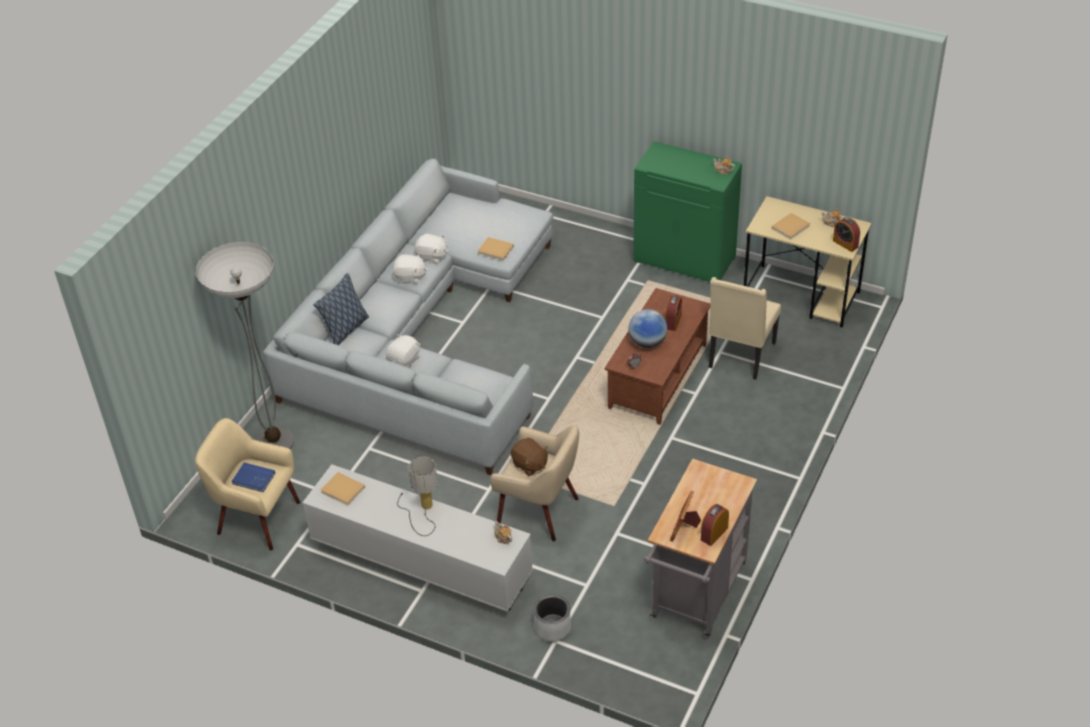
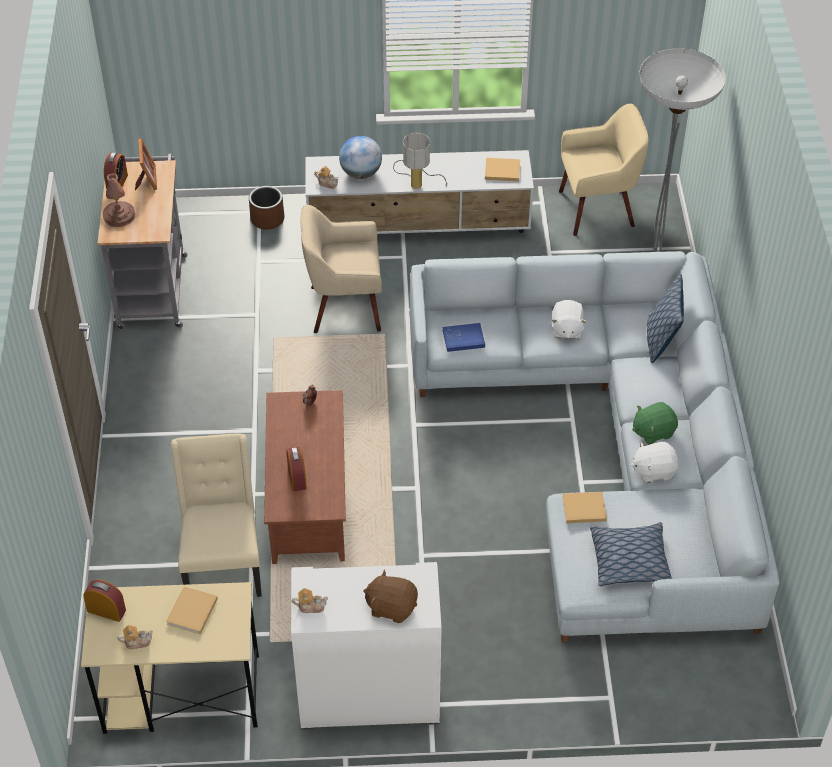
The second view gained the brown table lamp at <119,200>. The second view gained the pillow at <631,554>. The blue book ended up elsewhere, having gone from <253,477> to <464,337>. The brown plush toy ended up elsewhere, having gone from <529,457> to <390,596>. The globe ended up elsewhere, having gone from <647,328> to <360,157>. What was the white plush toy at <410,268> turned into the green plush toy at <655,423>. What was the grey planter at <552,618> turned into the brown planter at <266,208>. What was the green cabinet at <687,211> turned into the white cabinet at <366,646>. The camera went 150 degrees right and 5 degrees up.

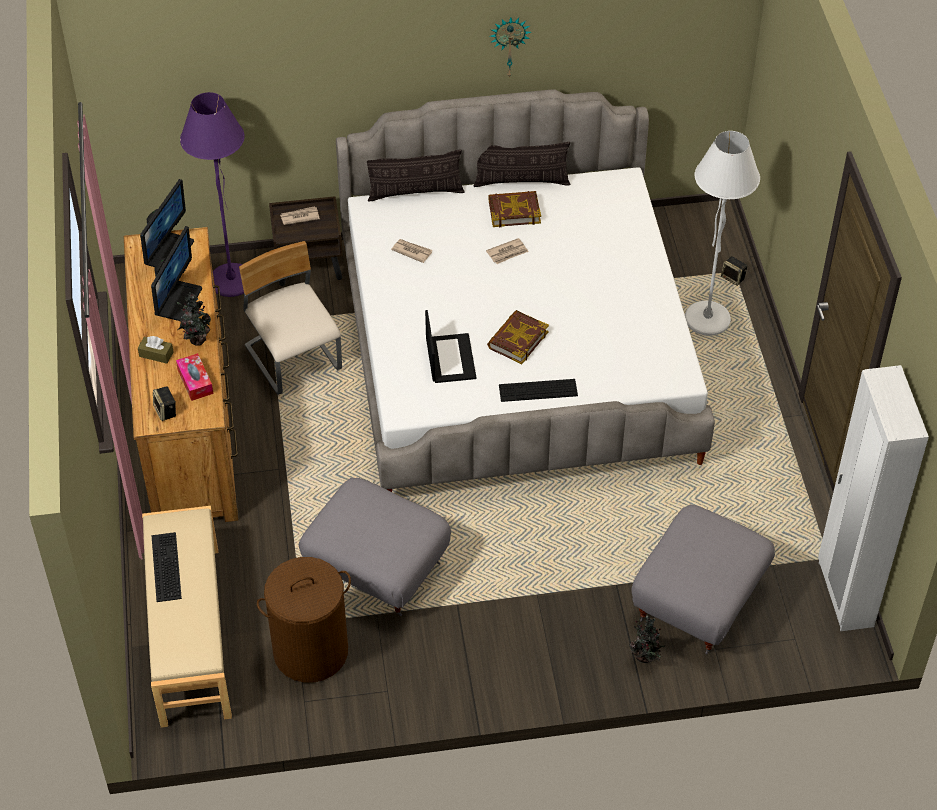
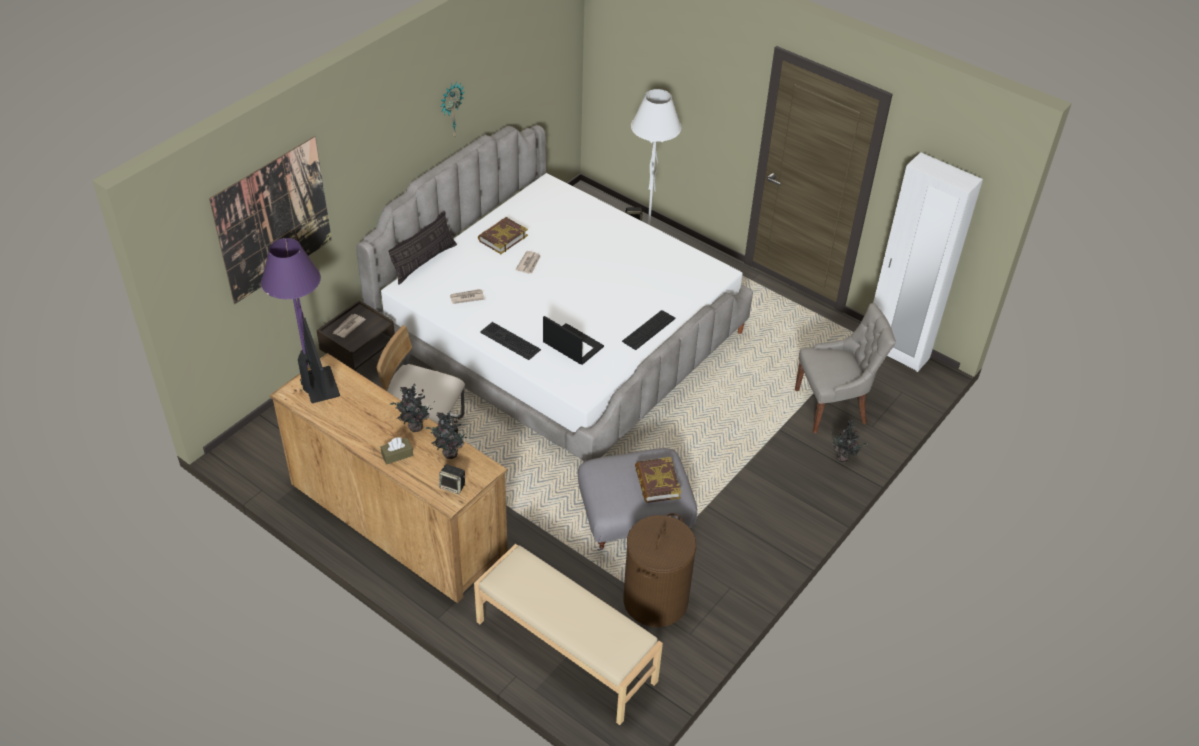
The second view lost the monitor at <176,273>. The second view lost the pillow at <521,164>. The second view gained the picture at <270,220>. The keyboard ended up elsewhere, having gone from <166,567> to <510,341>. The book ended up elsewhere, having gone from <518,337> to <658,480>. Where the tissue box stood at <194,377>, the potted plant came to stand at <447,435>. Where the grey ottoman stood at <703,580>, the grey chair came to stand at <845,368>. The camera went 45 degrees left and 5 degrees down.

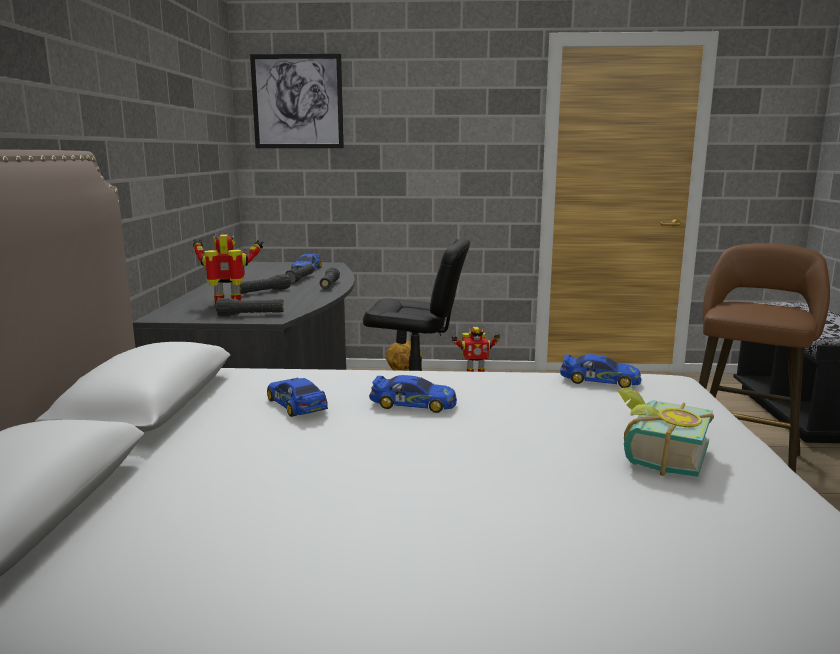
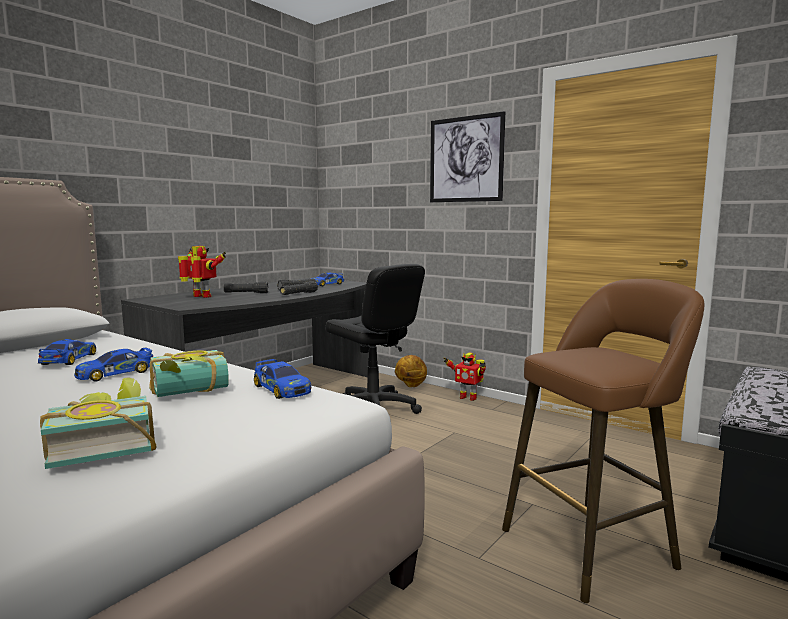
The second view lost the black flashlight at <250,307>. The second view gained the book at <189,373>. The picture ended up elsewhere, having gone from <297,101> to <467,156>. The toy car at <413,394> ended up facing another way, 90 degrees clockwise from before. The camera went 35 degrees right and 5 degrees down.

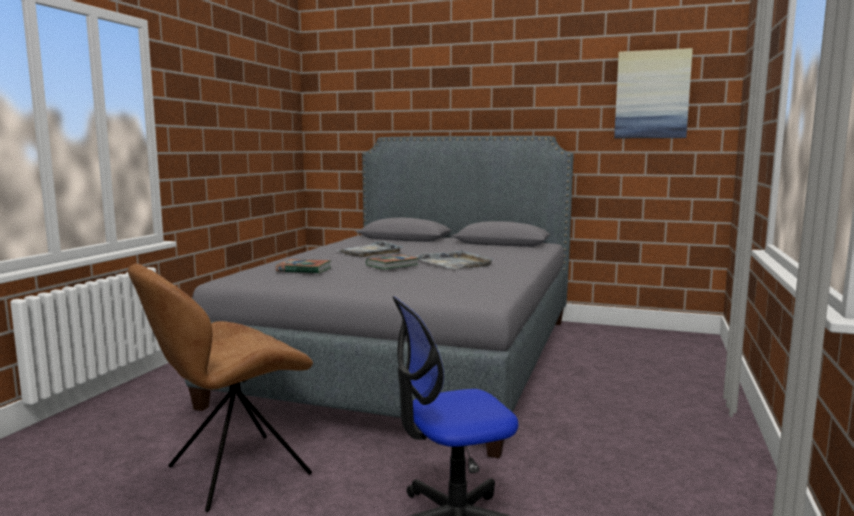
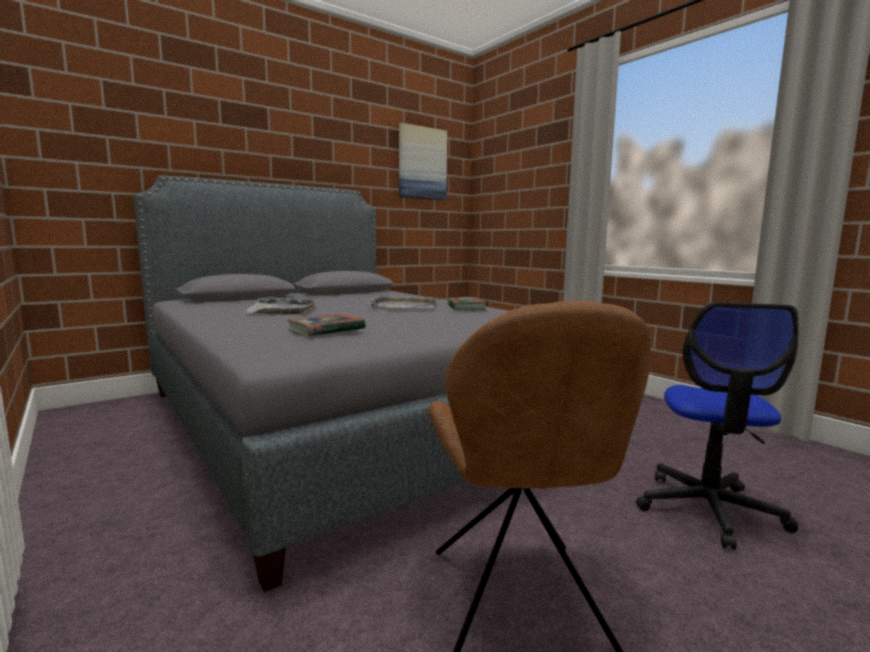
The book ended up elsewhere, having gone from <392,262> to <467,303>. The camera went 55 degrees left and 0 degrees up.

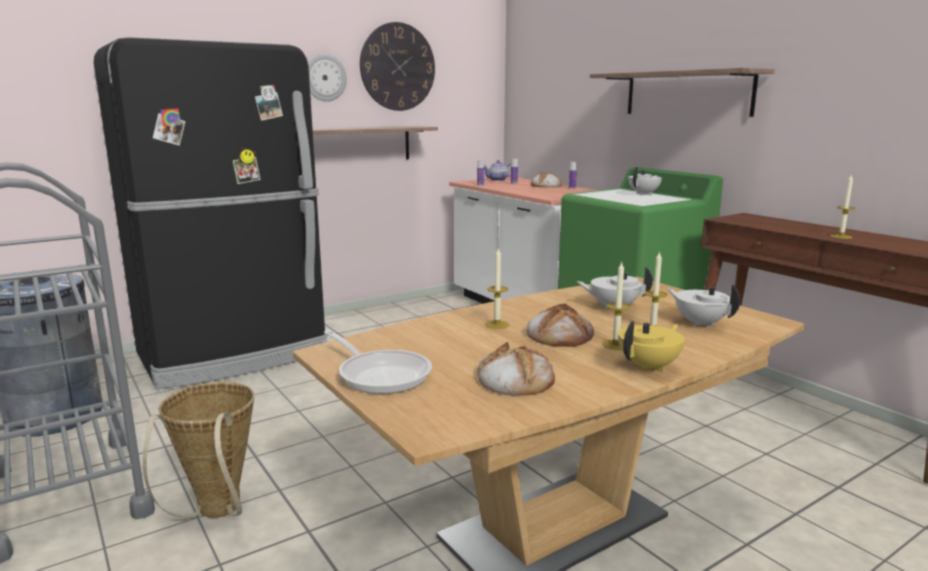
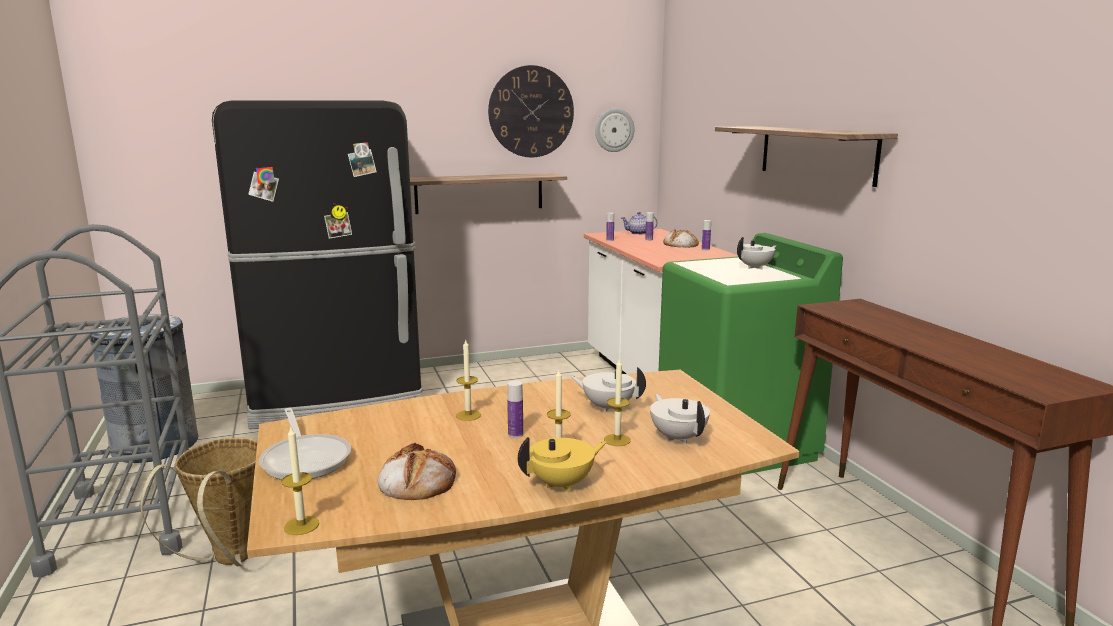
The wall clock ended up elsewhere, having gone from <327,78> to <614,130>. The candle ended up elsewhere, having gone from <843,206> to <300,481>. Where the bread stood at <560,325>, the bottle came to stand at <515,409>. The camera went 15 degrees right and 0 degrees up.

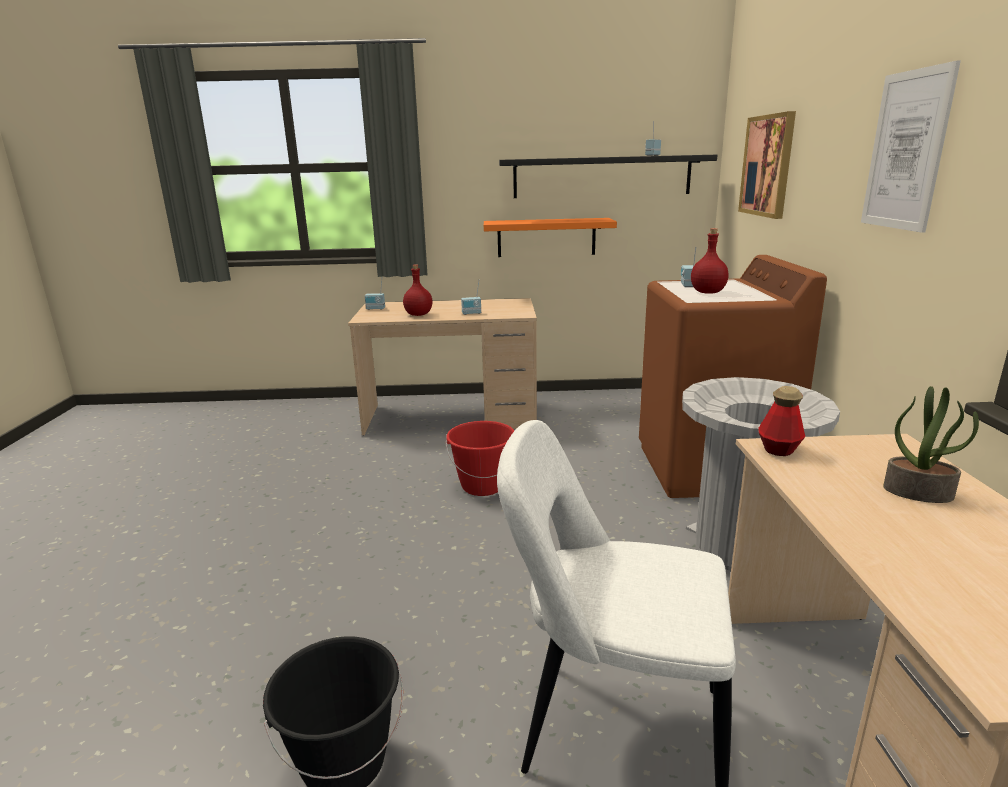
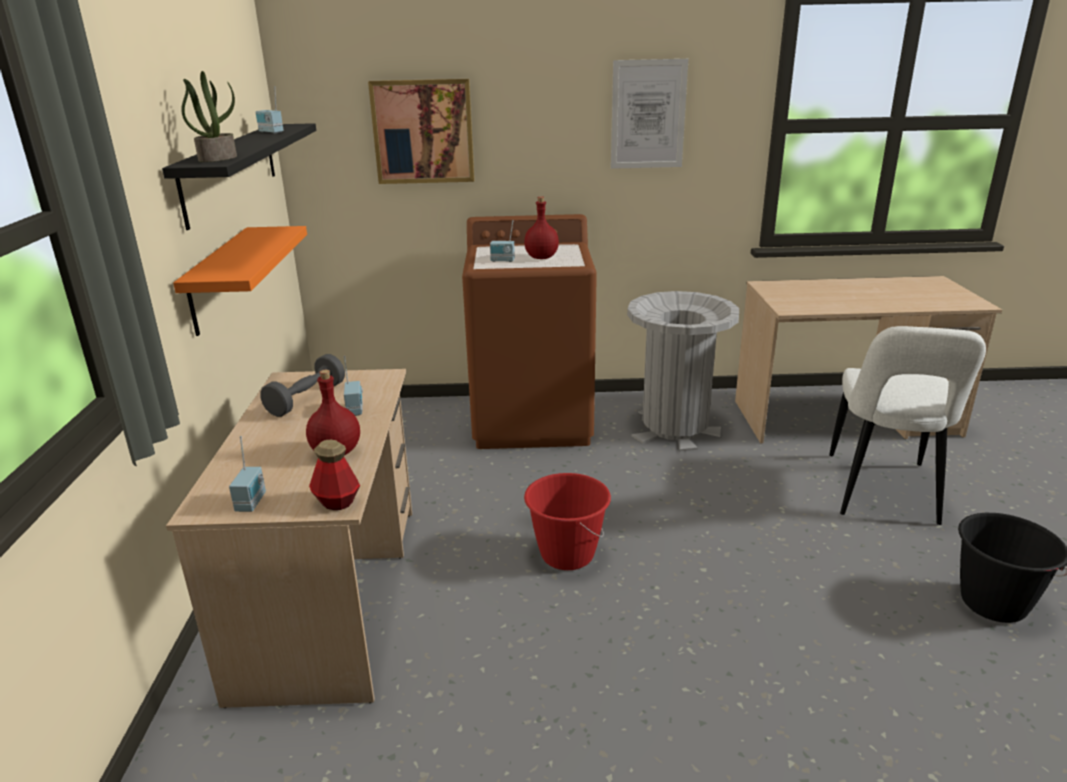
The second view gained the grey dumbbell at <302,385>. The bottle ended up elsewhere, having gone from <781,421> to <334,475>. The potted plant ended up elsewhere, having gone from <931,444> to <209,116>. The camera went 90 degrees left and 5 degrees up.

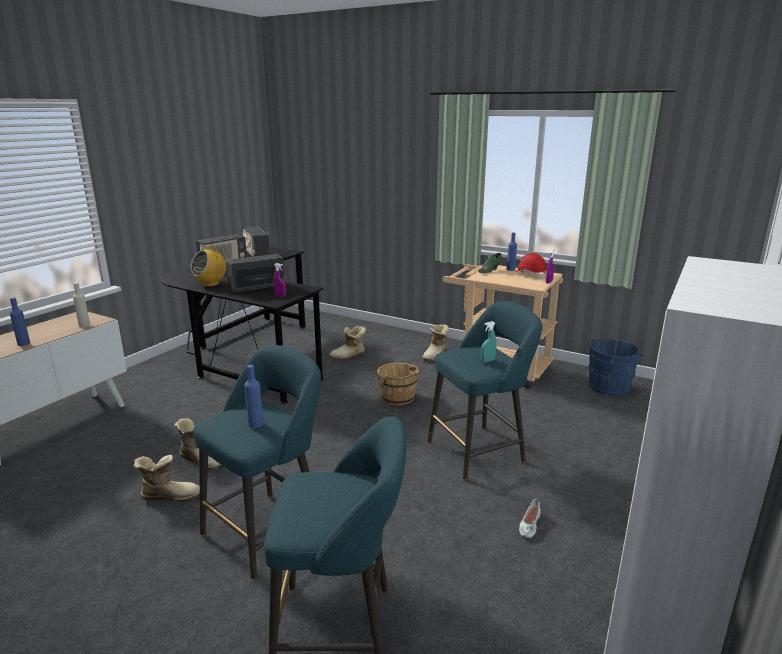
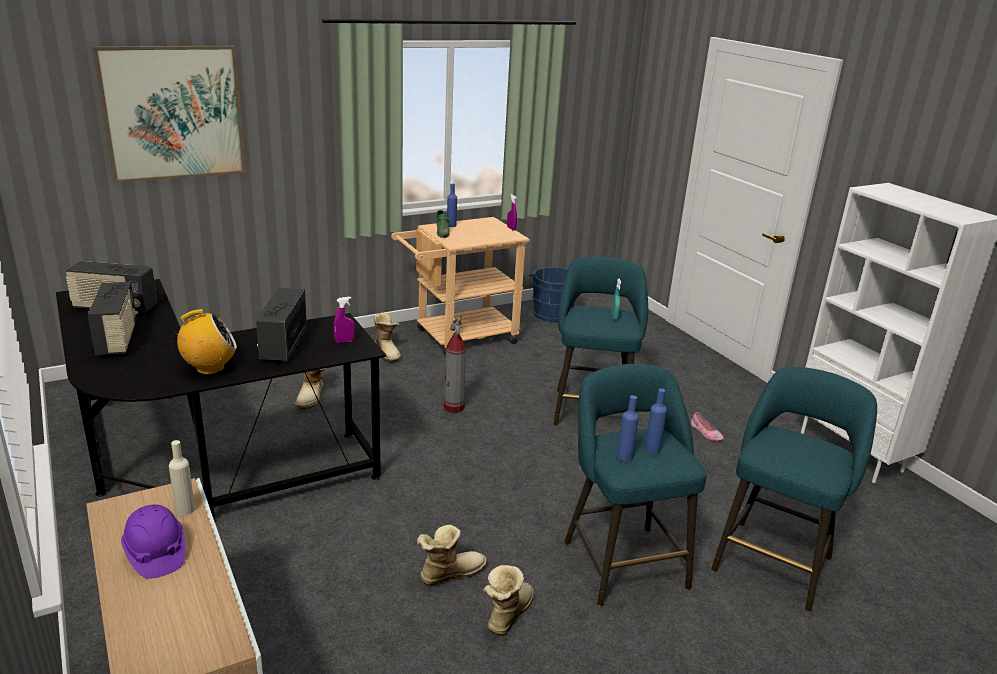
The second view lost the red hard hat at <531,265>. The second view gained the picture at <169,114>. The second view gained the purple hard hat at <153,542>. The blue bottle ended up elsewhere, having gone from <20,321> to <628,428>. Where the brown bucket stood at <398,384>, the fire extinguisher came to stand at <455,364>. What was the white shoe at <530,518> turned into the pink shoe at <707,426>. The radio at <208,266> ended up facing another way, 90 degrees counterclockwise from before. The camera went 60 degrees left and 5 degrees up.

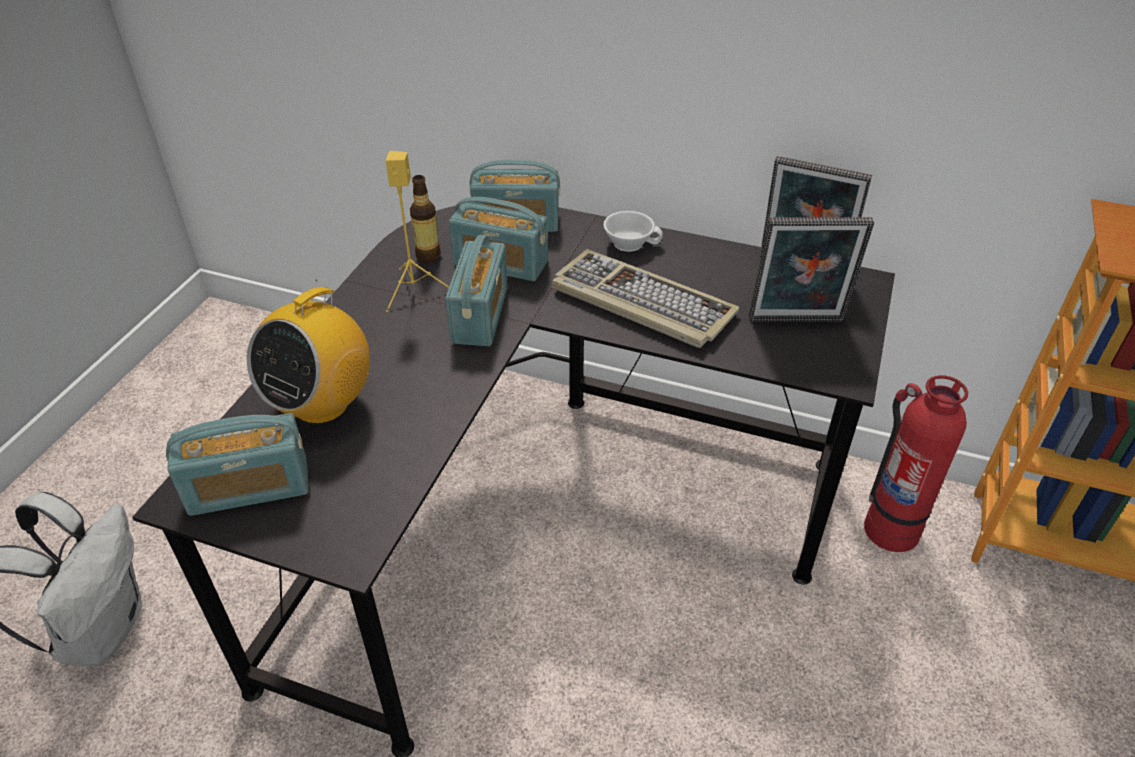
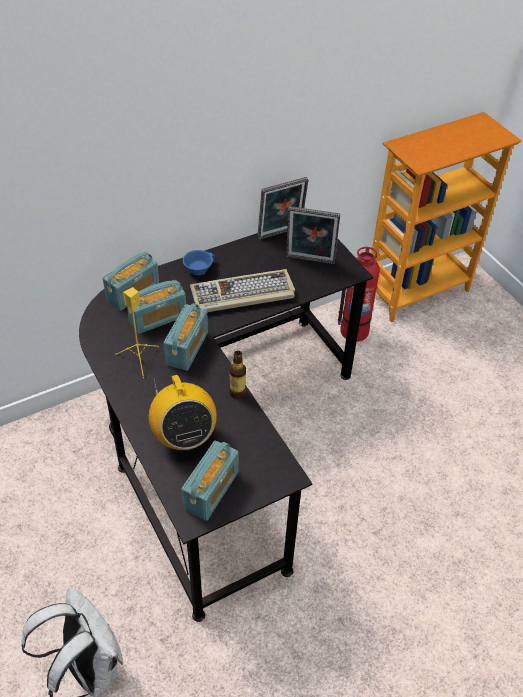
The bottle ended up elsewhere, having gone from <425,219> to <237,375>. What was the white cup at <633,231> turned into the blue cup at <199,262>. The radio at <476,290> ended up facing another way, 60 degrees clockwise from before. The picture frame at <811,269> ended up facing another way, 60 degrees clockwise from before. The camera went 50 degrees left and 5 degrees up.

